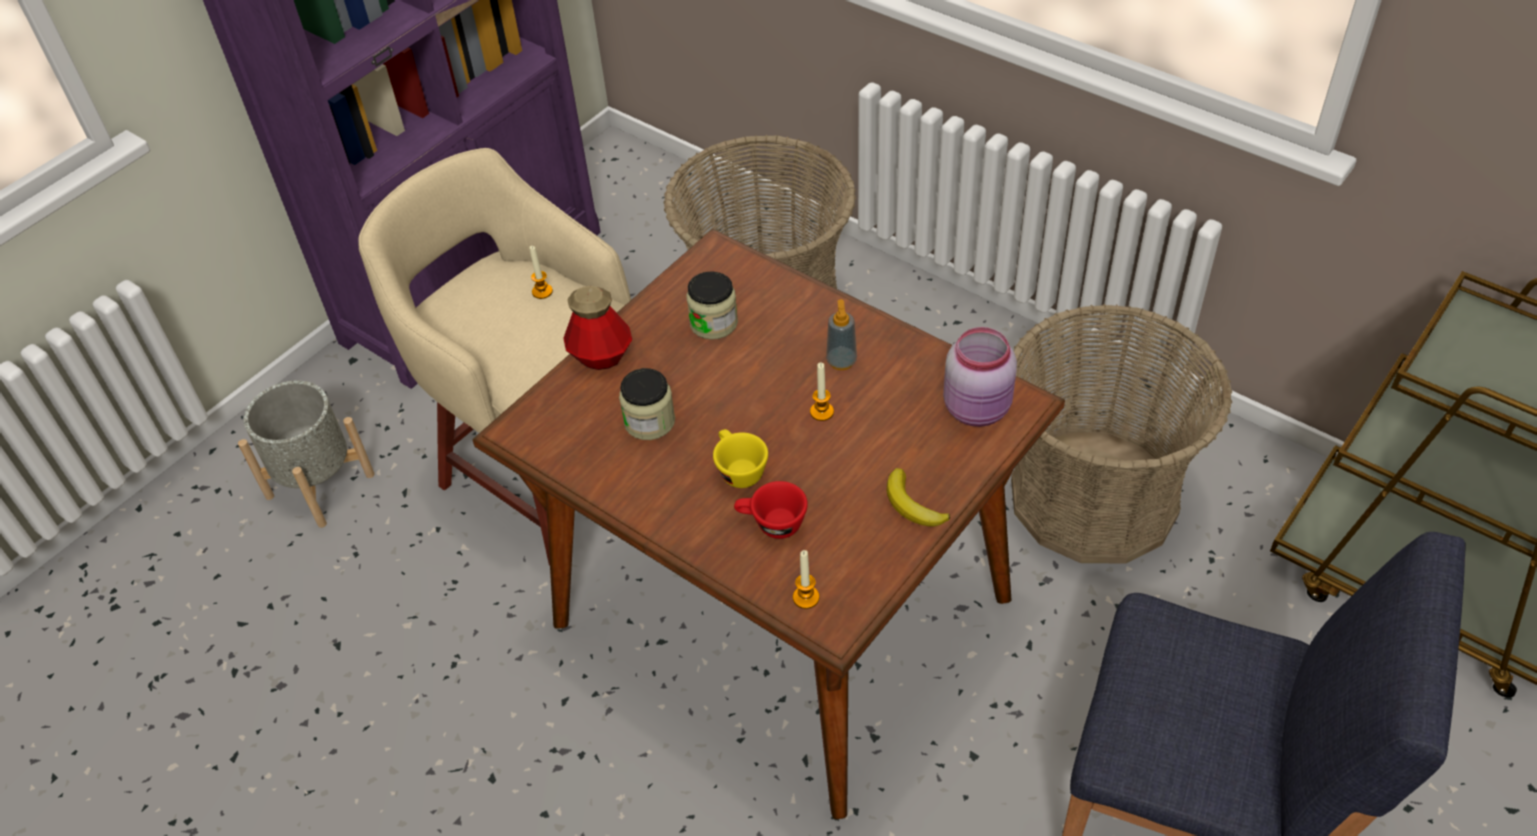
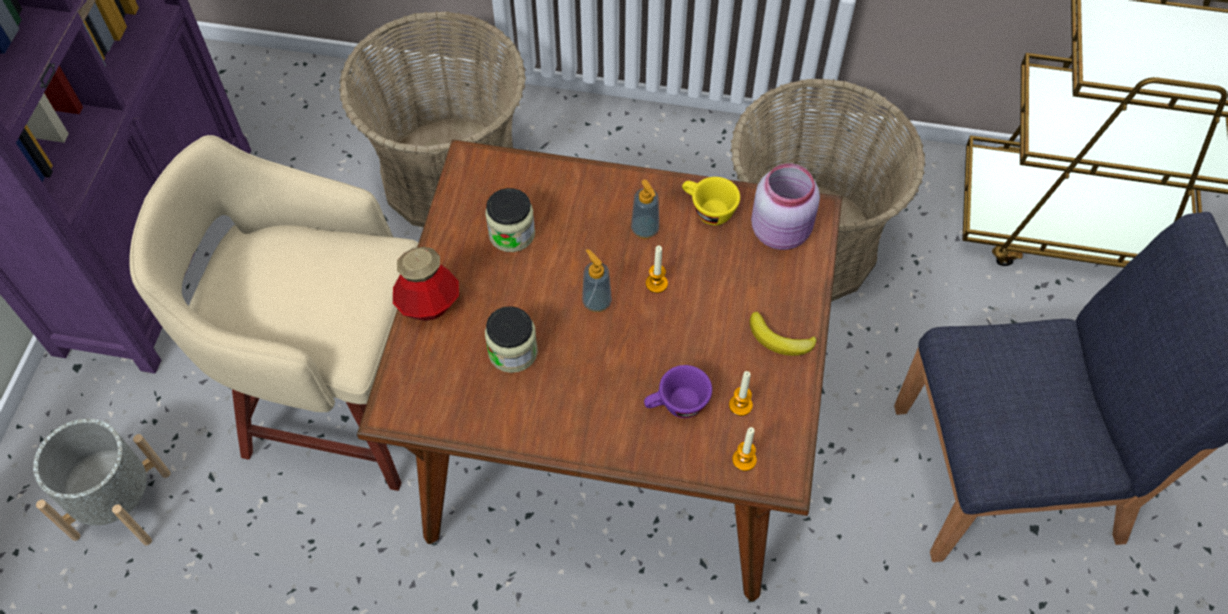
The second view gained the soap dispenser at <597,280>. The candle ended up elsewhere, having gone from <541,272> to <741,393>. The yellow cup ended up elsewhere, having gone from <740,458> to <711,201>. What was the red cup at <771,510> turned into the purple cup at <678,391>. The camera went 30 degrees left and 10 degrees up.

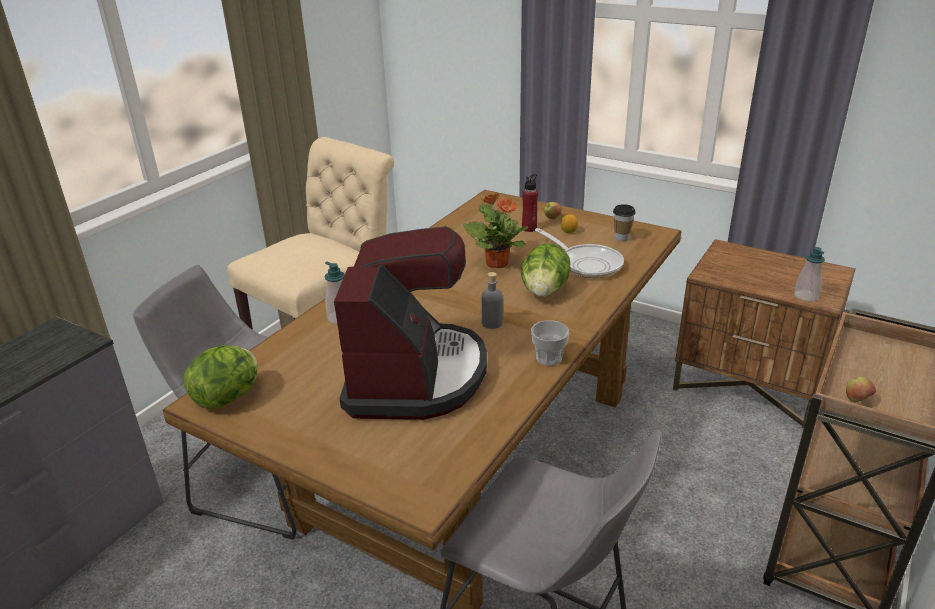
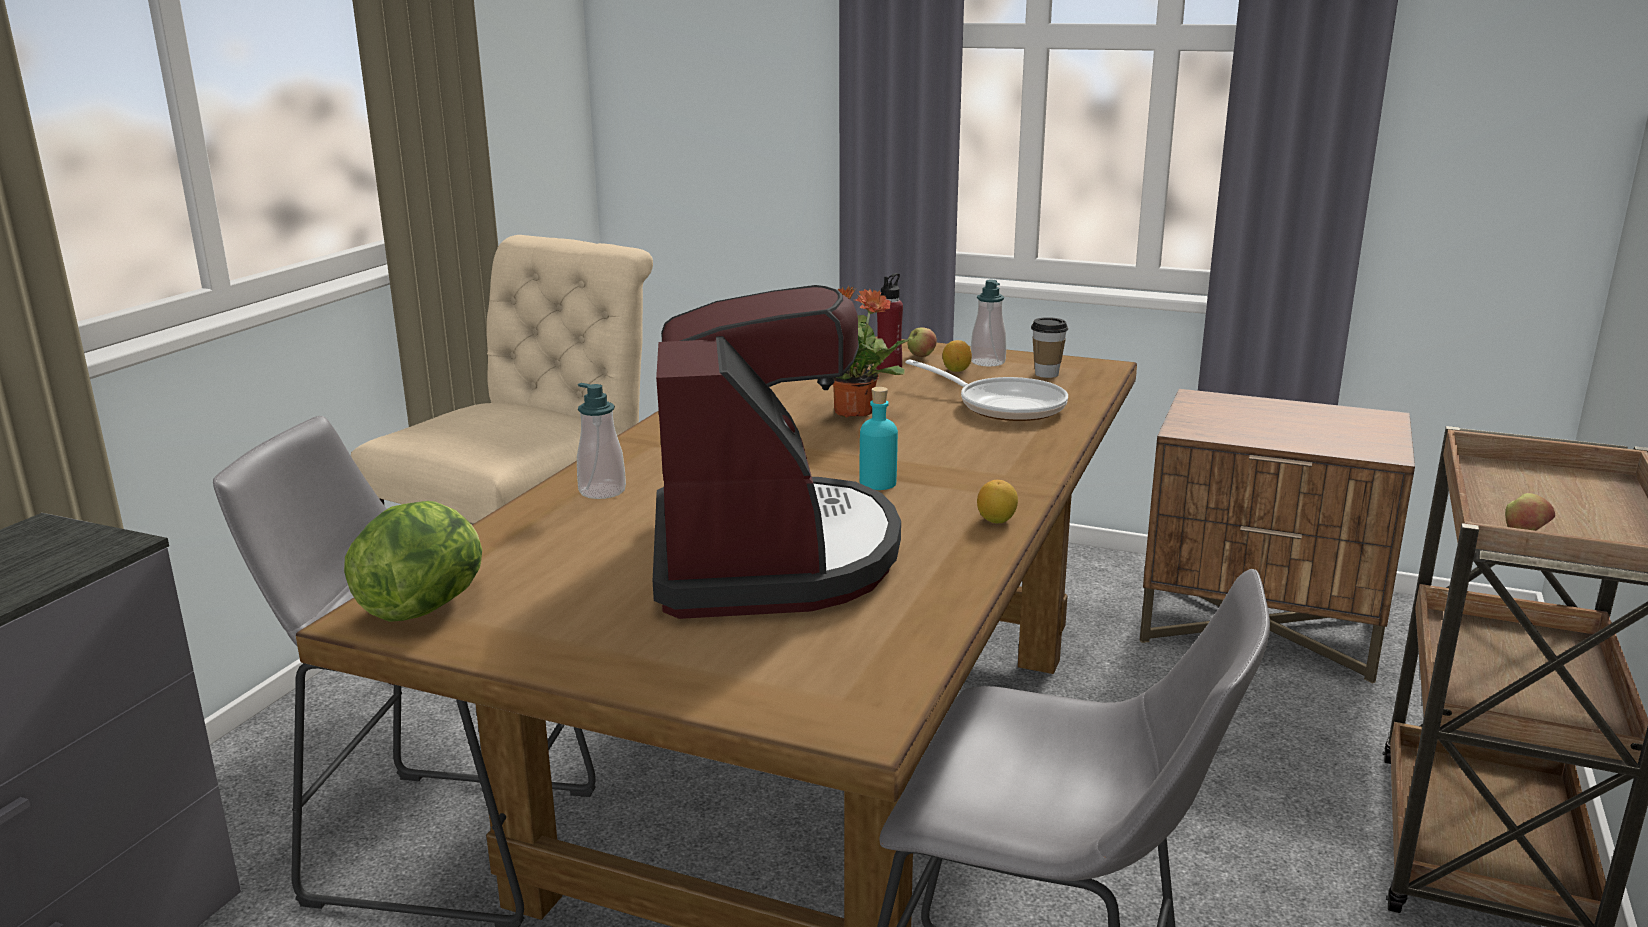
The second view lost the lettuce at <546,270>. The soap dispenser ended up elsewhere, having gone from <809,274> to <988,323>. Where the cup stood at <550,343>, the lemon came to stand at <997,501>. What was the grey bottle at <492,300> turned into the turquoise bottle at <878,438>. The camera went 10 degrees left and 10 degrees down.

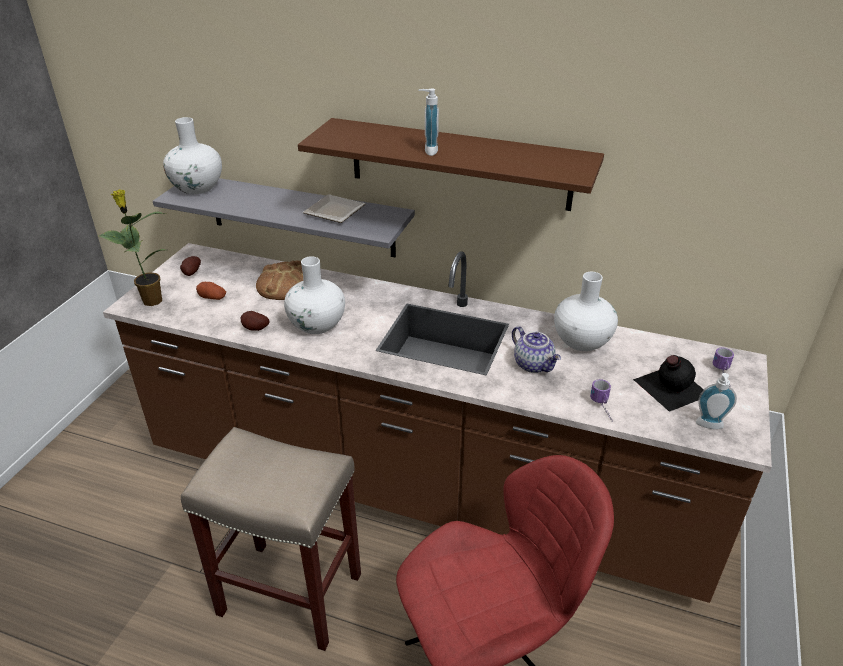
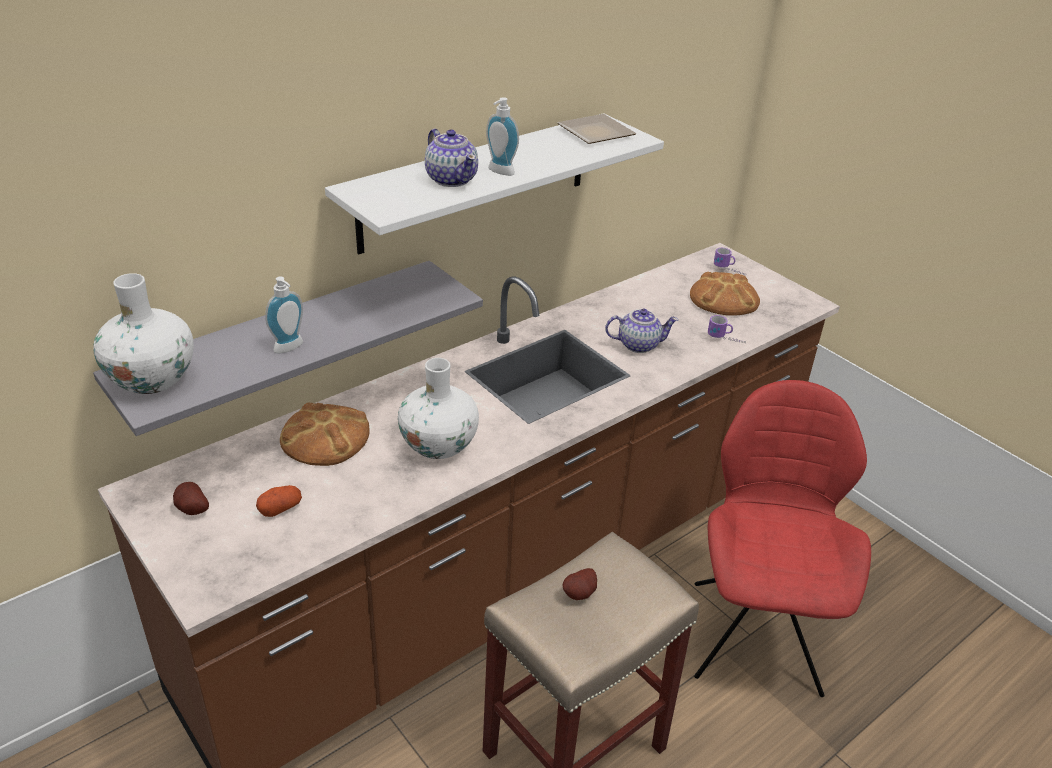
The second view lost the potted plant at <132,247>. The second view lost the white vase at <586,311>. The second view gained the teapot at <451,158>. The potato ended up elsewhere, having gone from <255,321> to <580,584>. The plate ended up elsewhere, having gone from <334,208> to <597,129>. The soap dispenser ended up elsewhere, having gone from <716,401> to <284,314>. Where the black bottle stood at <668,383>, the bread came to stand at <725,294>. What was the brown shelf at <451,164> turned into the white shelf at <494,183>. The camera went 60 degrees left and 0 degrees up.

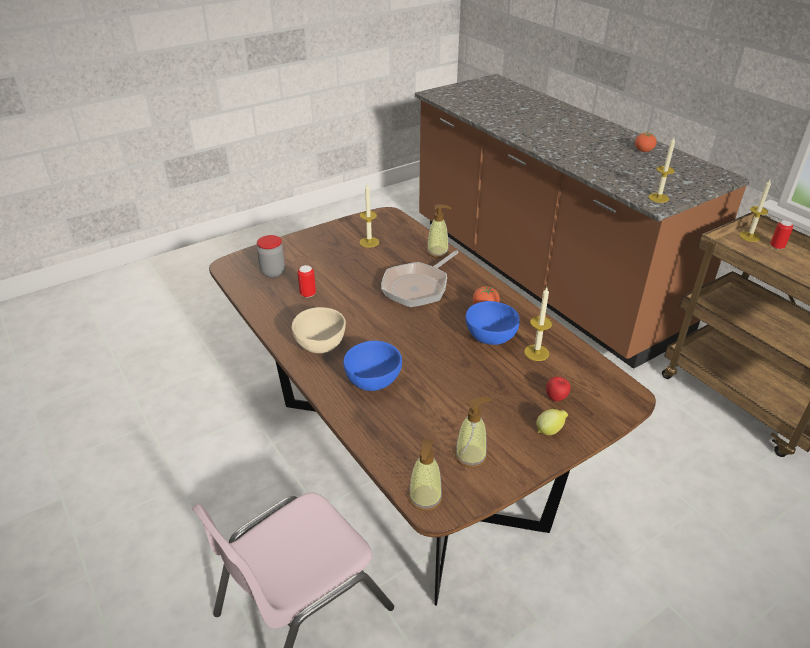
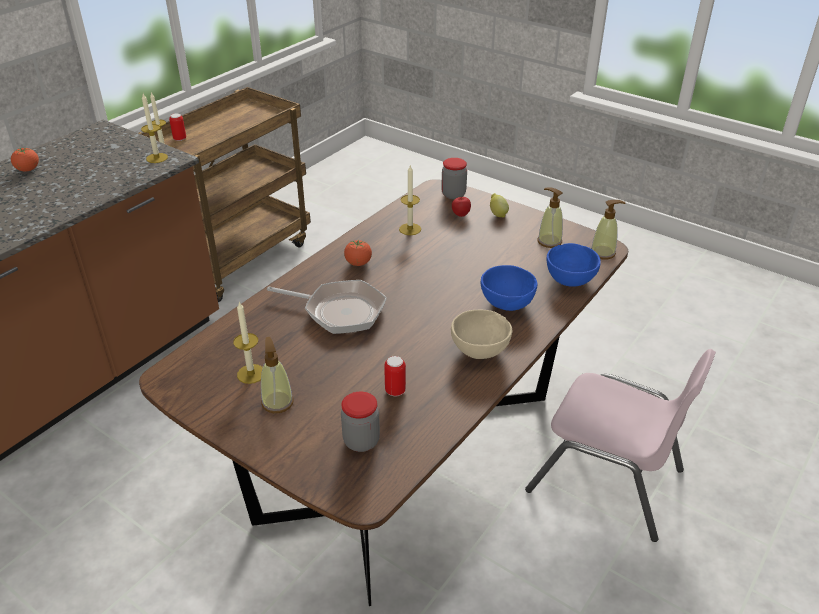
The second view gained the jar at <454,178>. The soap dispenser ended up elsewhere, having gone from <439,231> to <277,375>. The blue bowl ended up elsewhere, having gone from <492,323> to <574,265>. The camera went 110 degrees left and 0 degrees up.

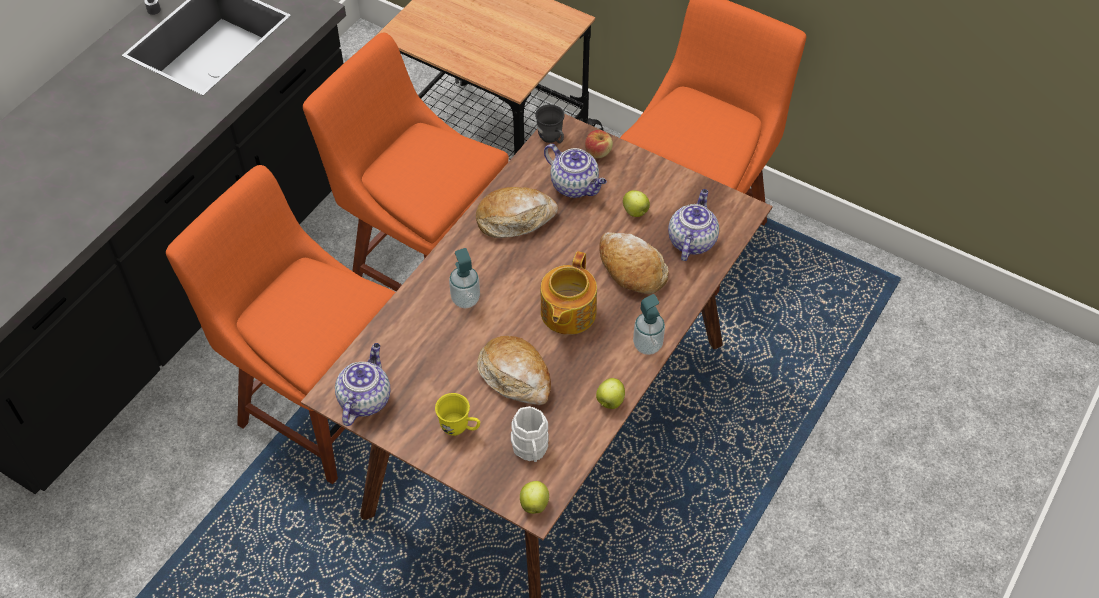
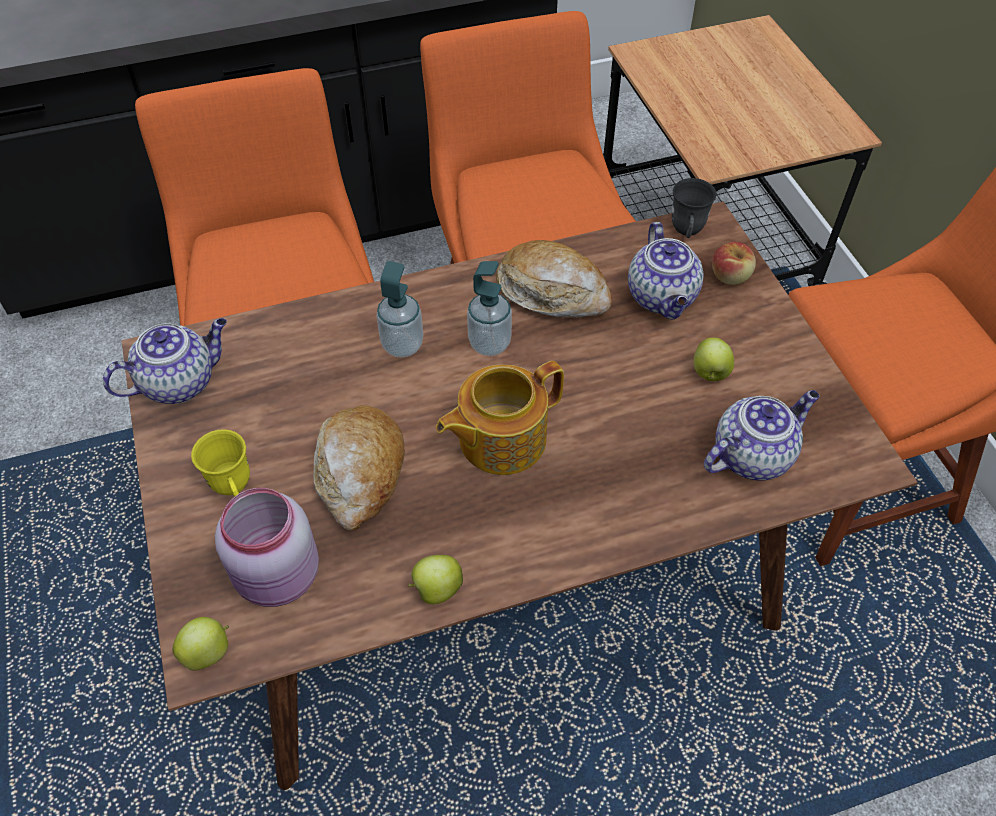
The second view lost the bread at <634,263>. The soap dispenser ended up elsewhere, having gone from <649,324> to <489,308>. Where the white mug stood at <530,434>, the pink jar came to stand at <267,547>. The camera went 40 degrees right and 0 degrees up.

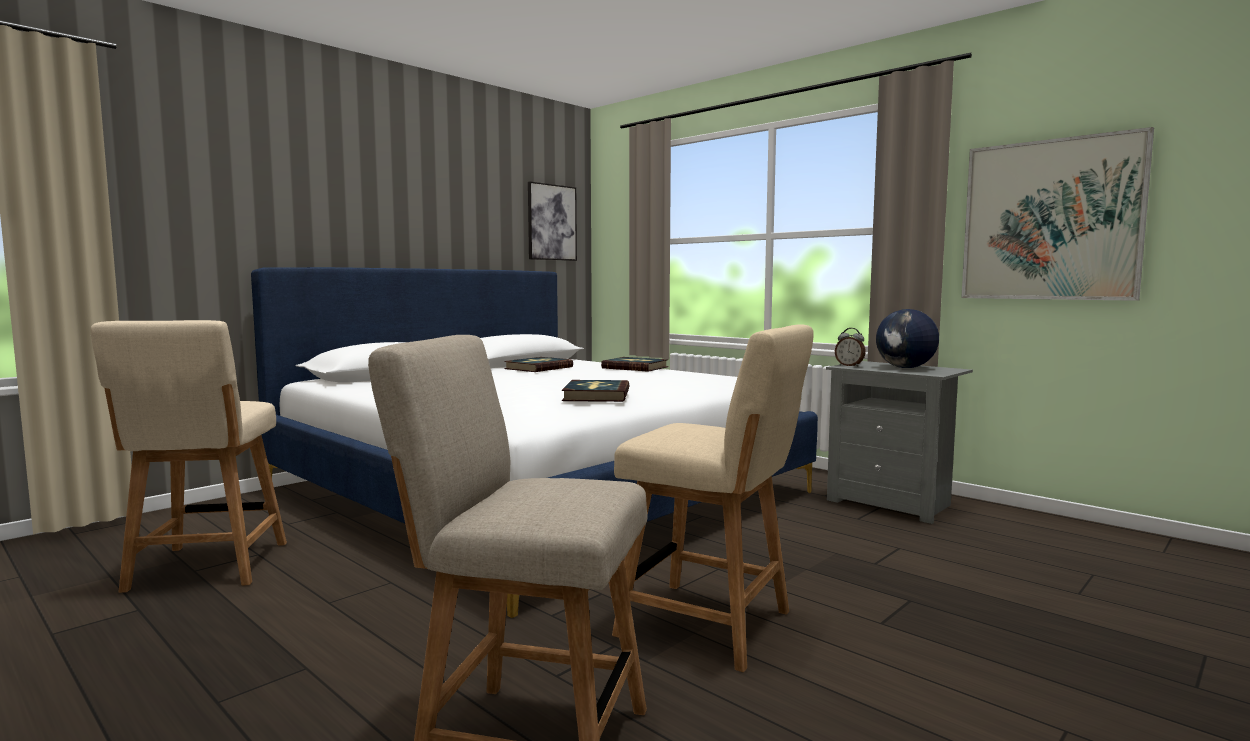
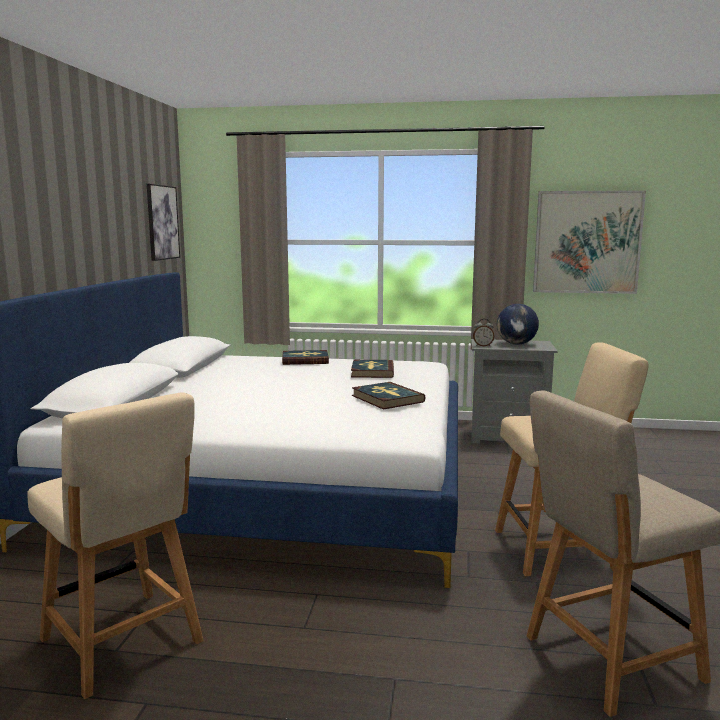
The book ended up elsewhere, having gone from <538,364> to <372,369>. The camera went 35 degrees left and 5 degrees up.

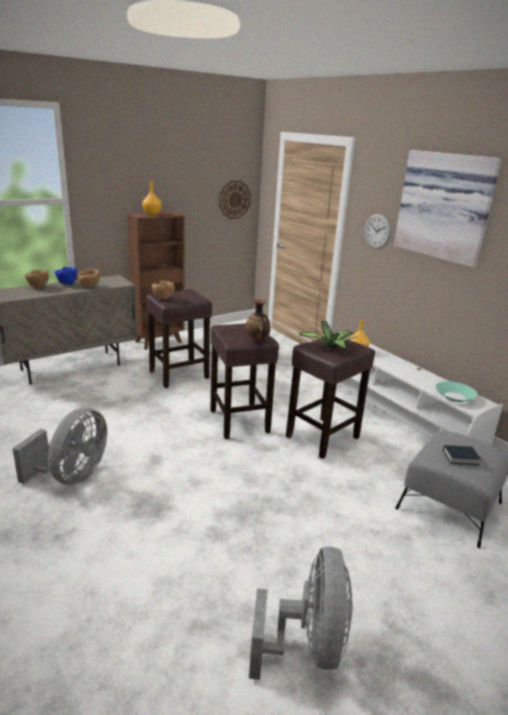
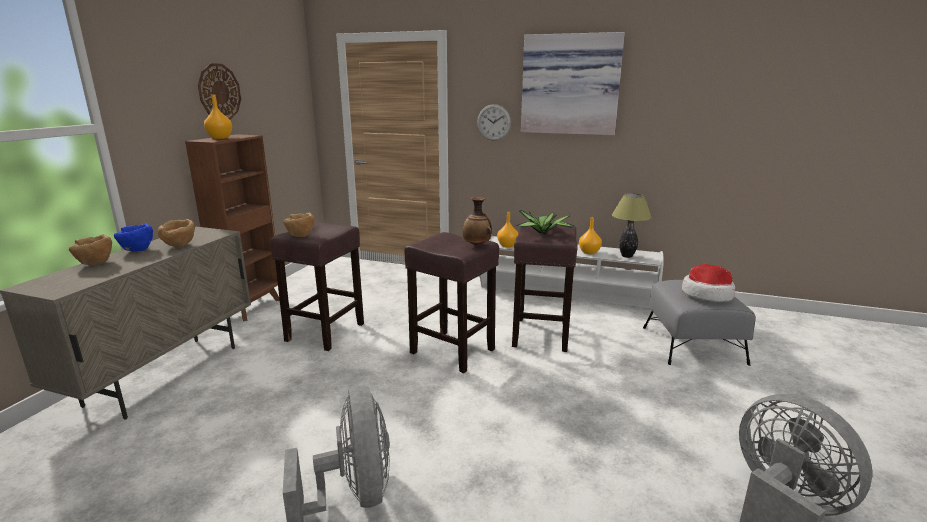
The second view gained the orange vase at <590,235>. The wall clock ended up elsewhere, having gone from <235,199> to <219,91>. Where the turquoise bowl stood at <457,391>, the table lamp came to stand at <632,225>. Where the book stood at <461,455>, the hat came to stand at <708,283>. The camera went 35 degrees left and 5 degrees down.

